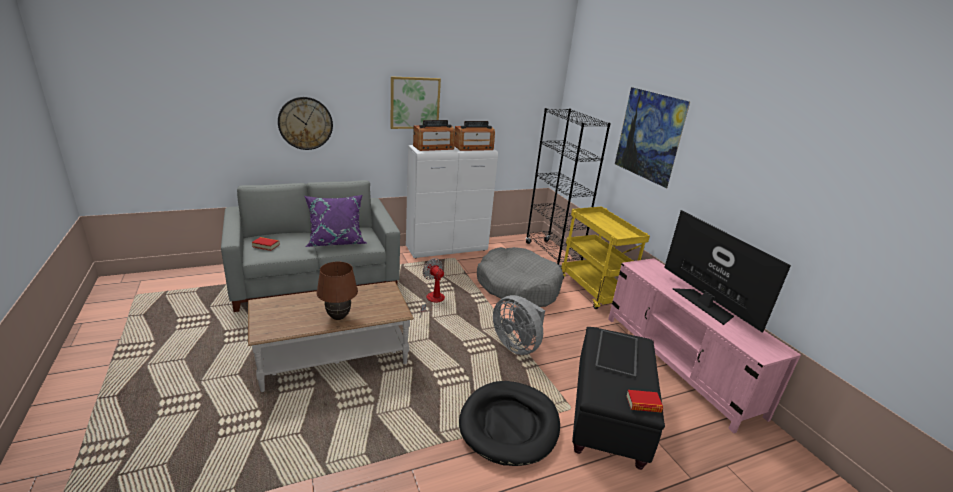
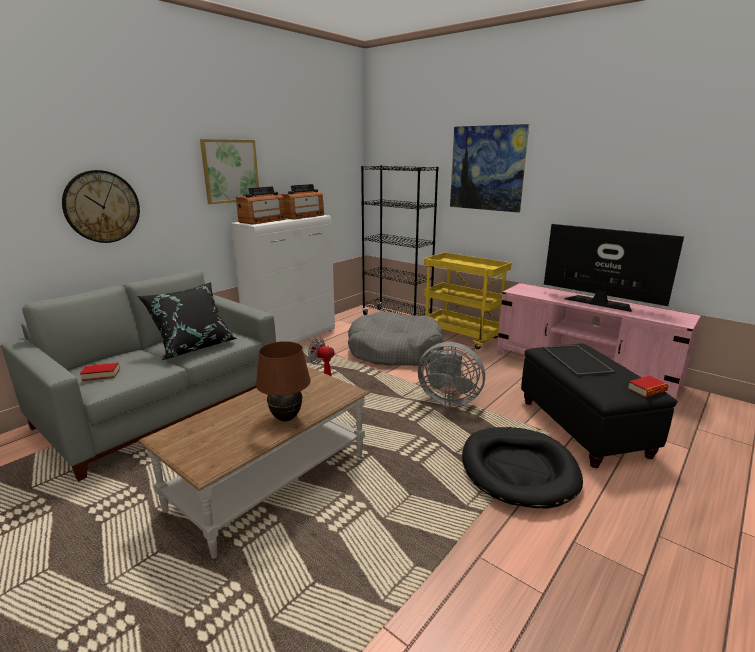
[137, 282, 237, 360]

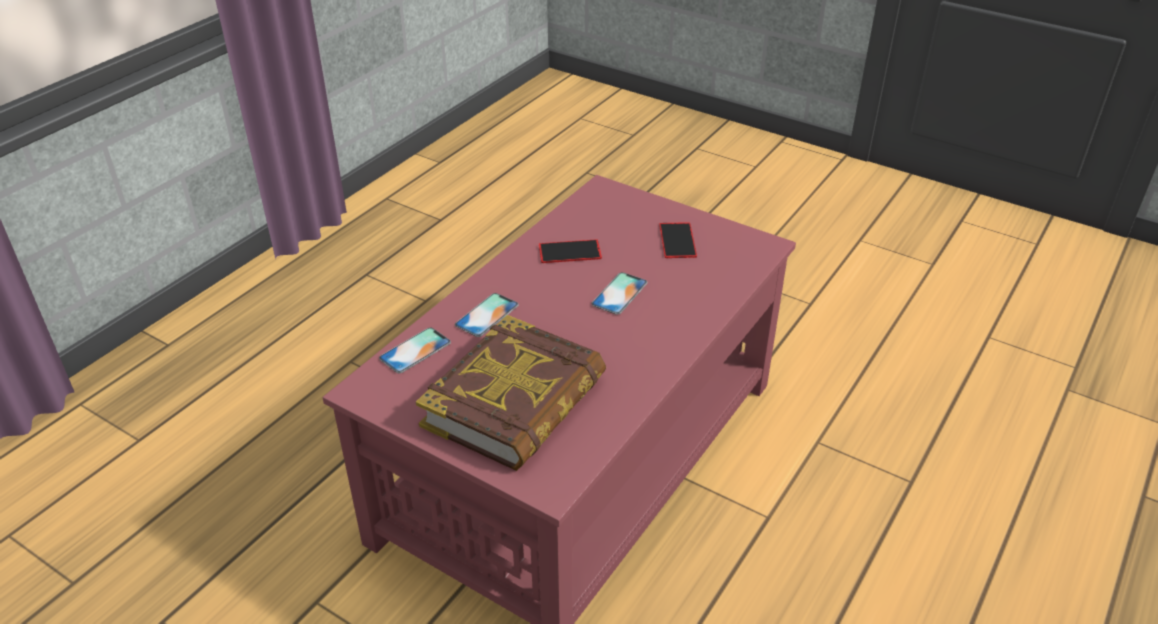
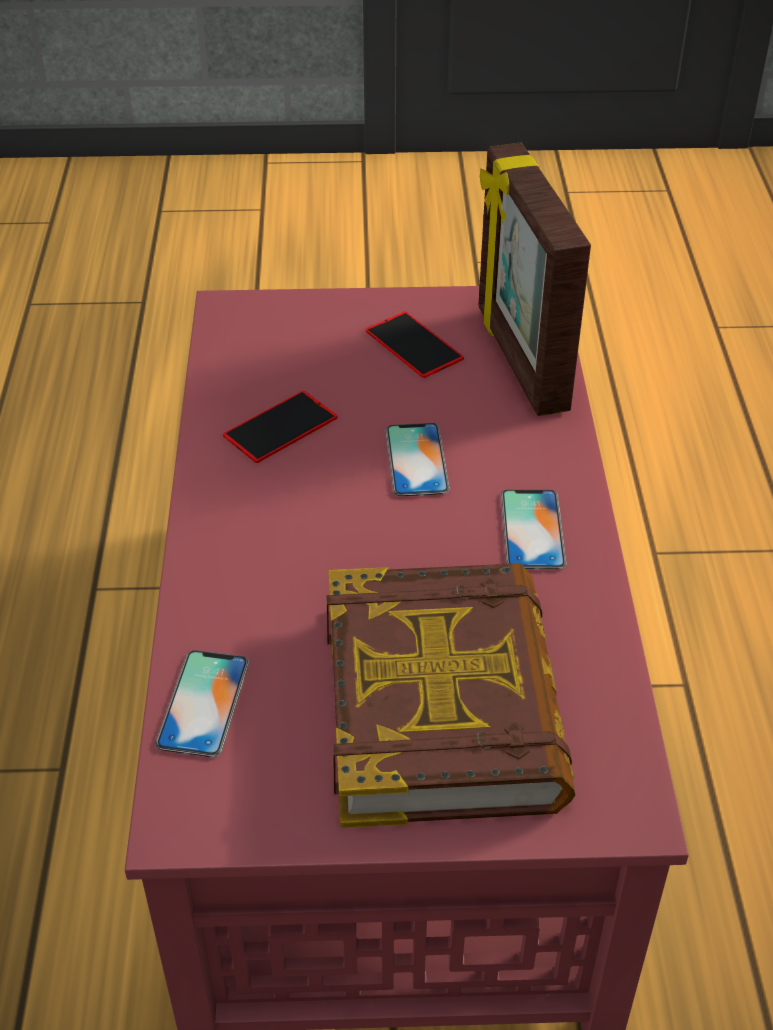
[501, 489, 567, 569]
[478, 142, 591, 416]

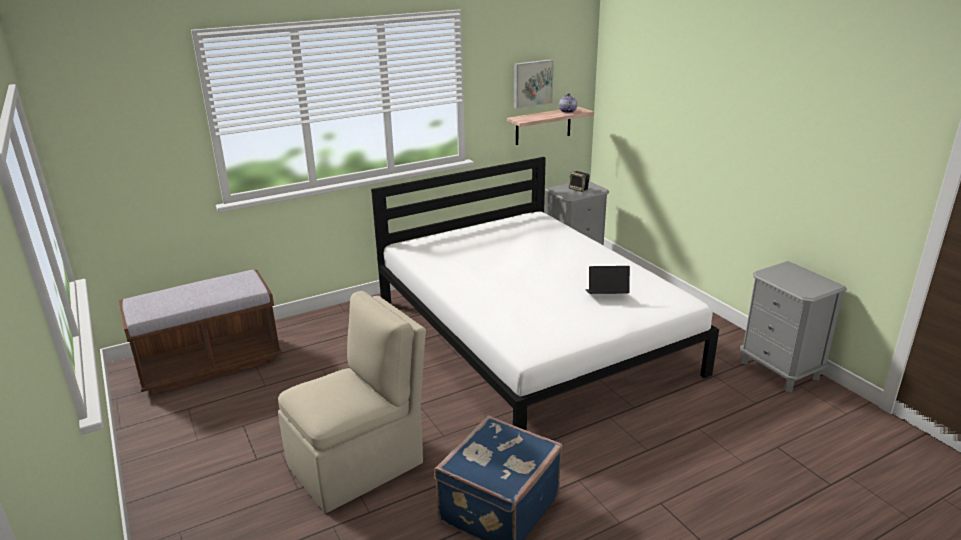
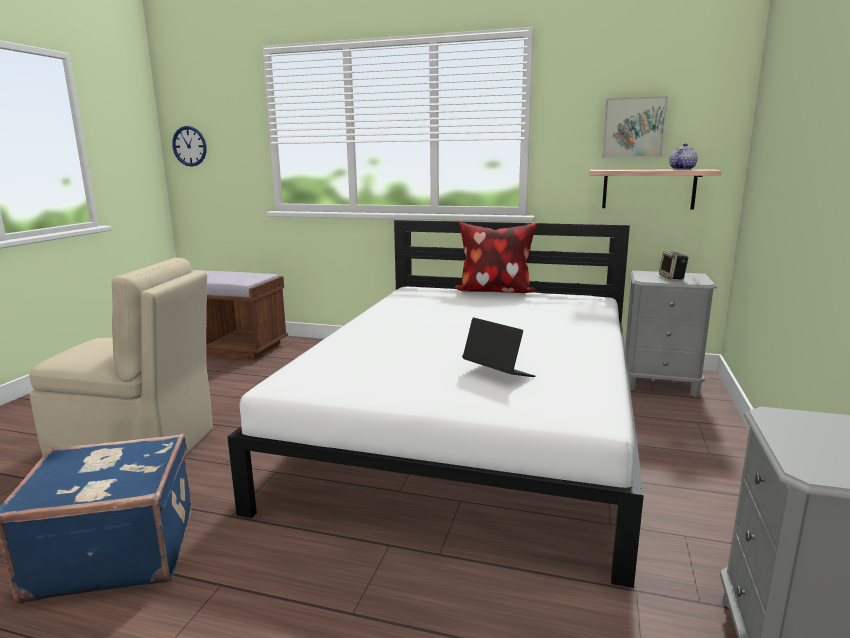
[172, 126, 206, 167]
[454, 222, 537, 293]

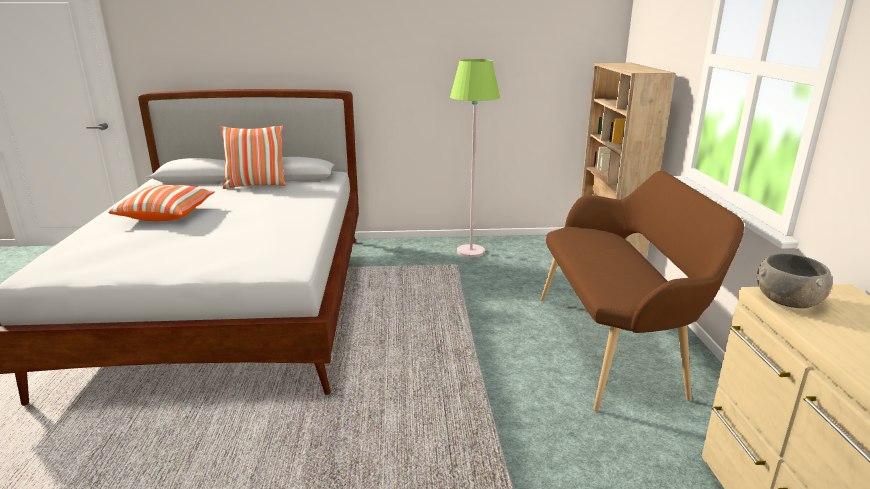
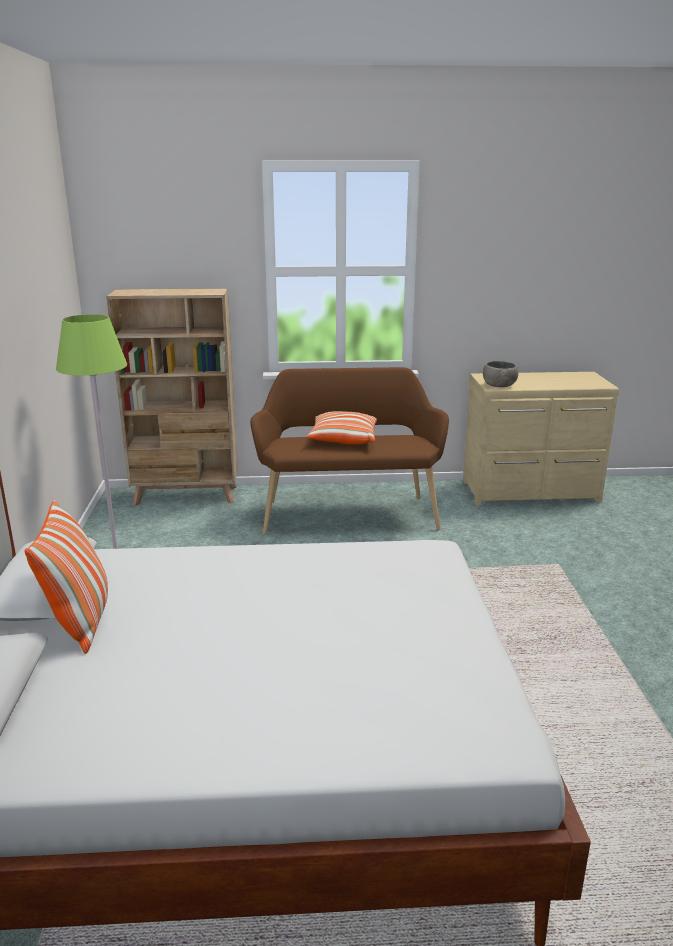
[306, 411, 377, 445]

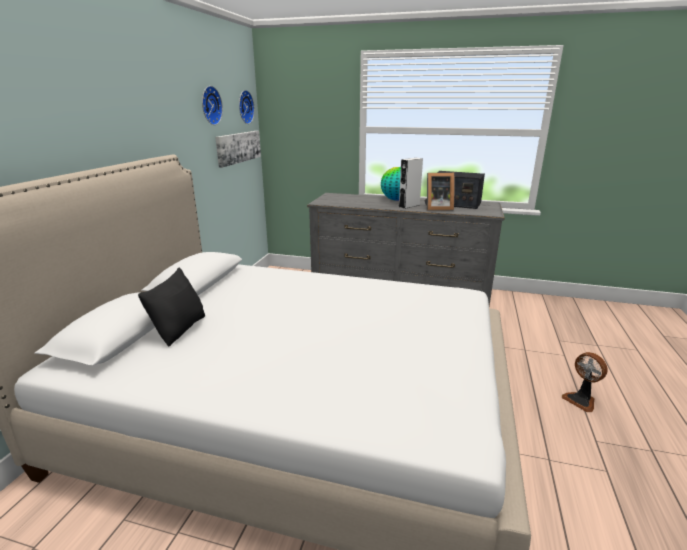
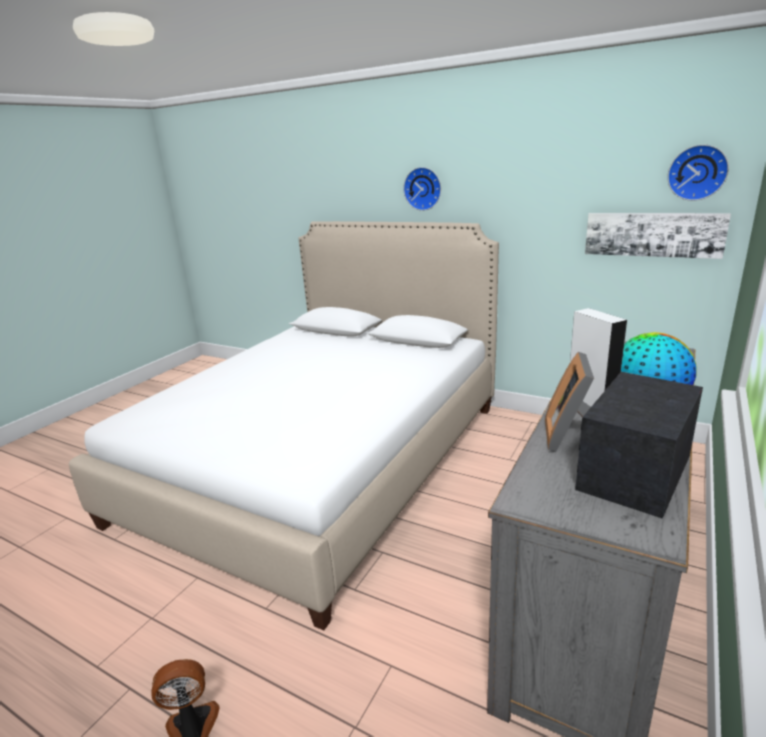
[138, 268, 205, 347] (first image)
[403, 167, 441, 211]

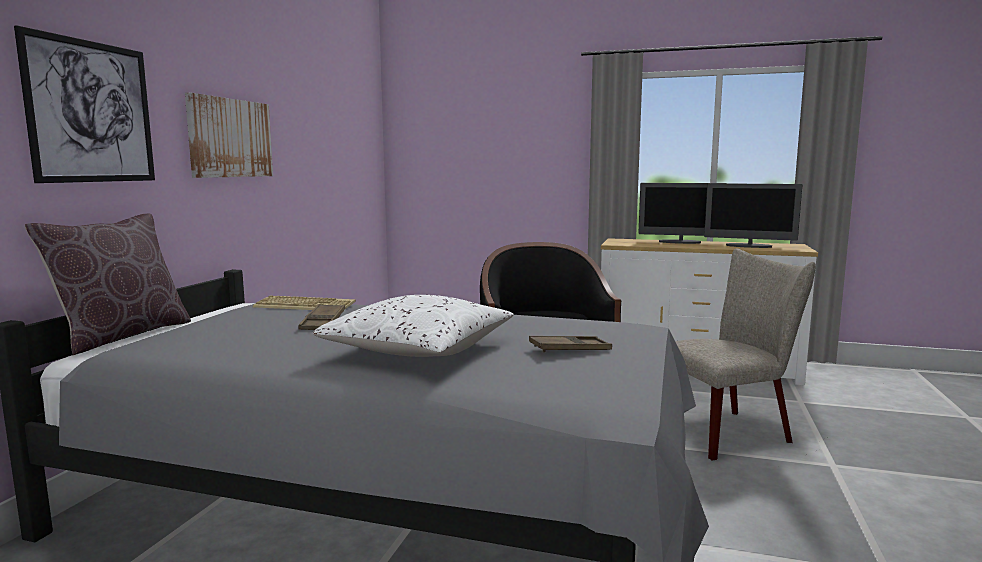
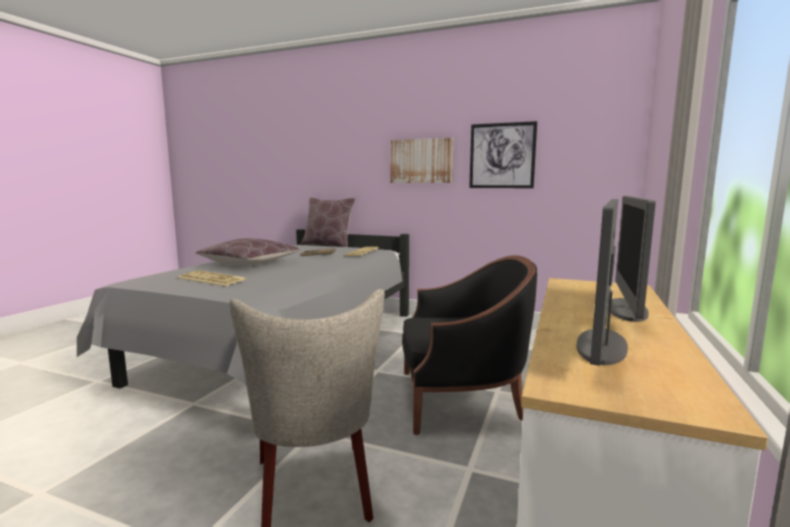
[469, 121, 537, 188]
[195, 238, 300, 266]
[178, 270, 247, 286]

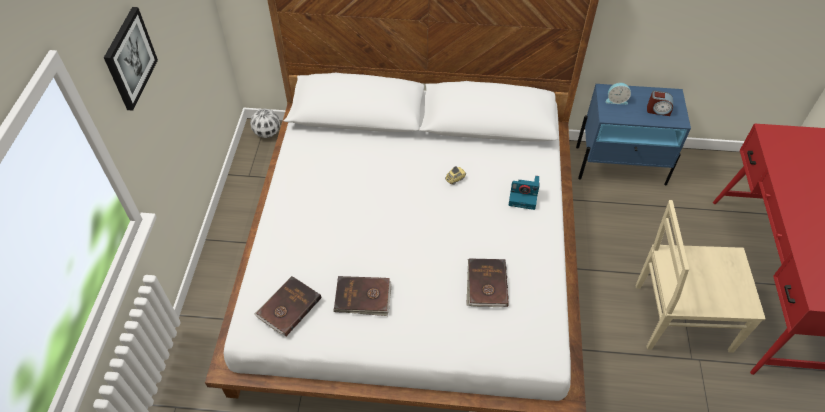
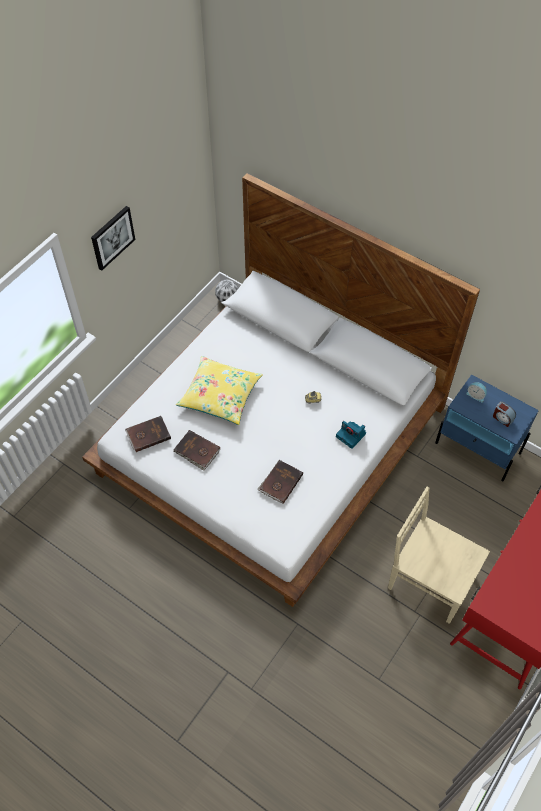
[176, 356, 263, 425]

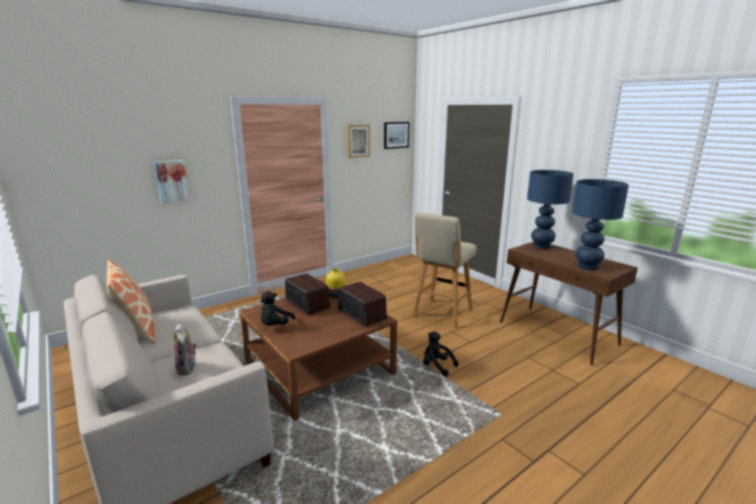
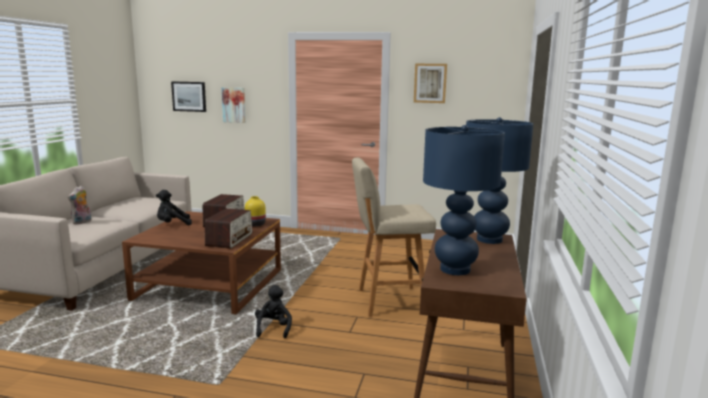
[107, 260, 155, 344] (first image)
[171, 81, 206, 112]

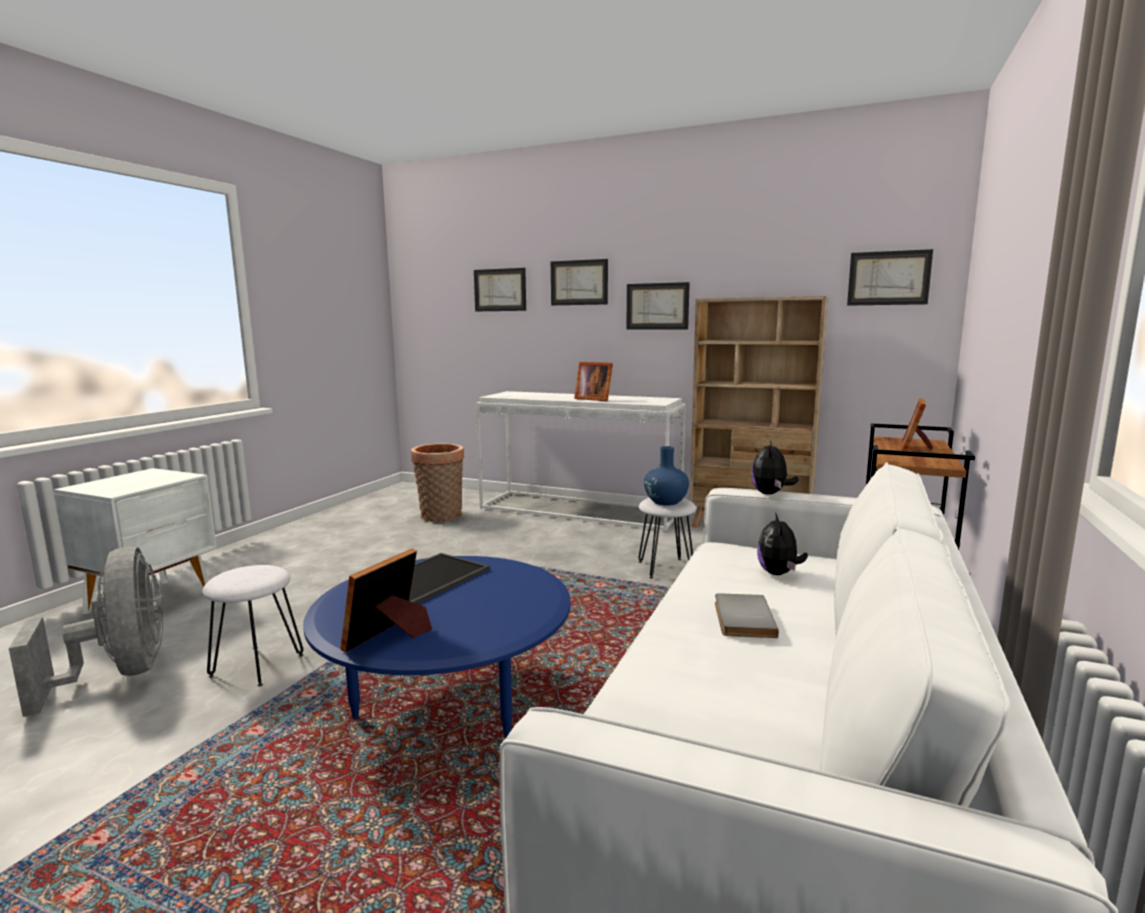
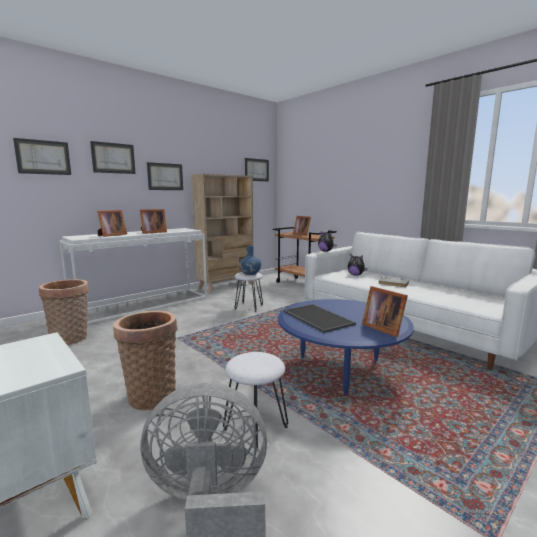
[97, 210, 127, 237]
[113, 310, 178, 411]

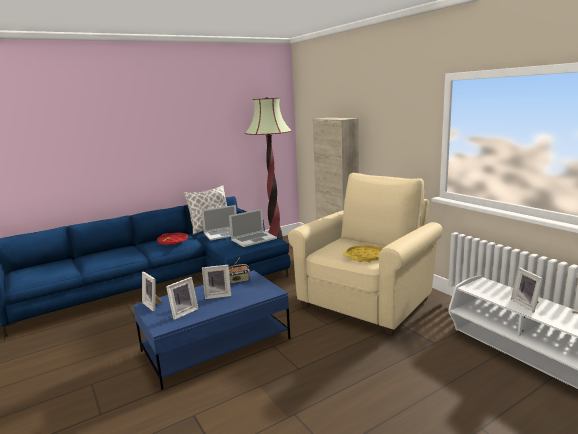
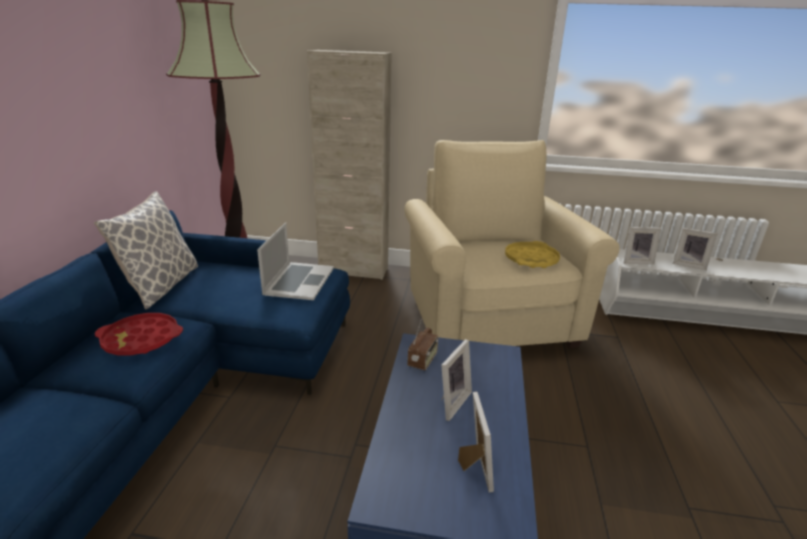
[624, 227, 661, 265]
[201, 205, 237, 240] (first image)

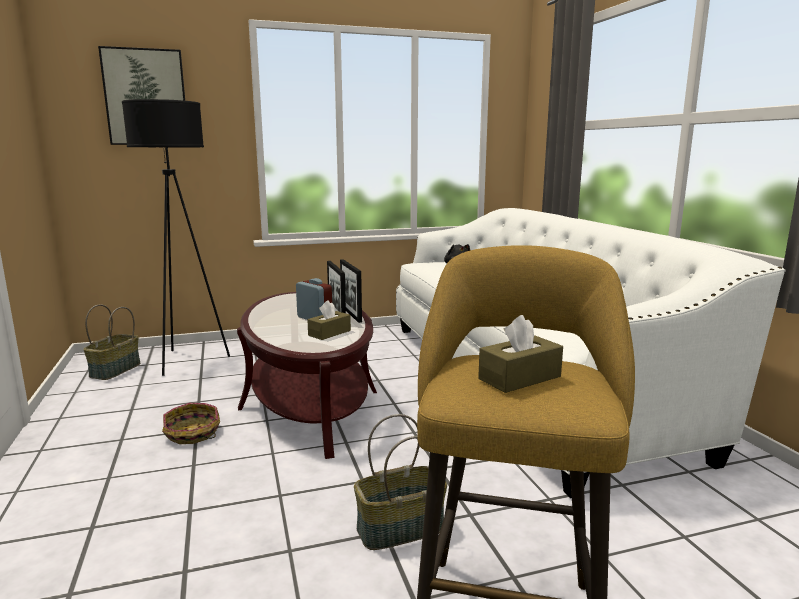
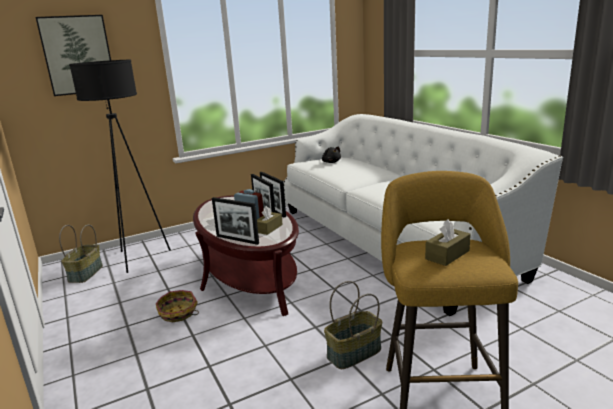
[212, 197, 259, 245]

